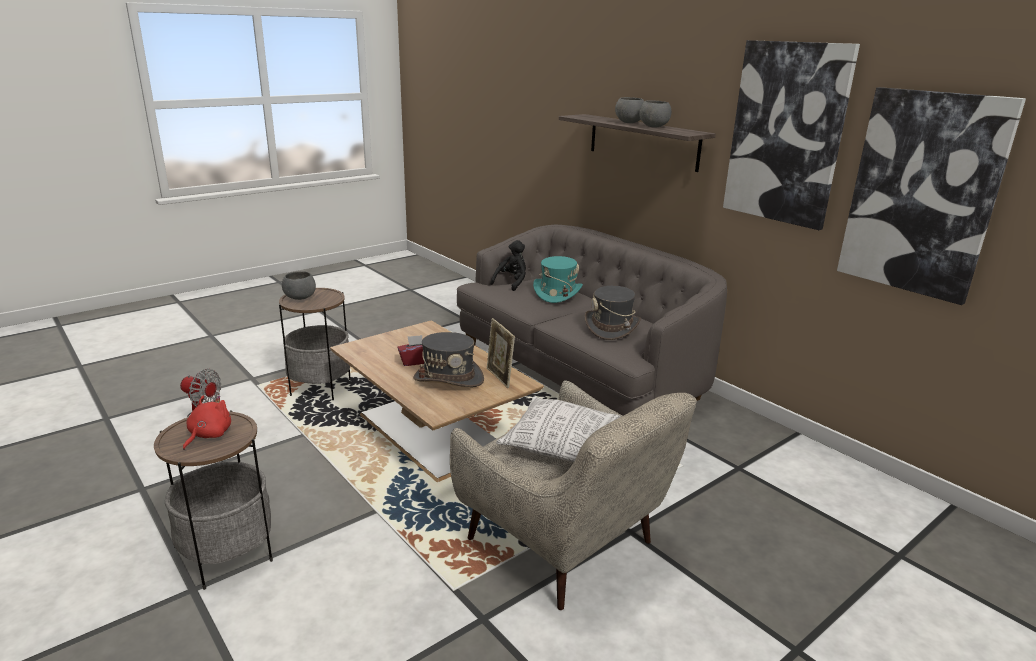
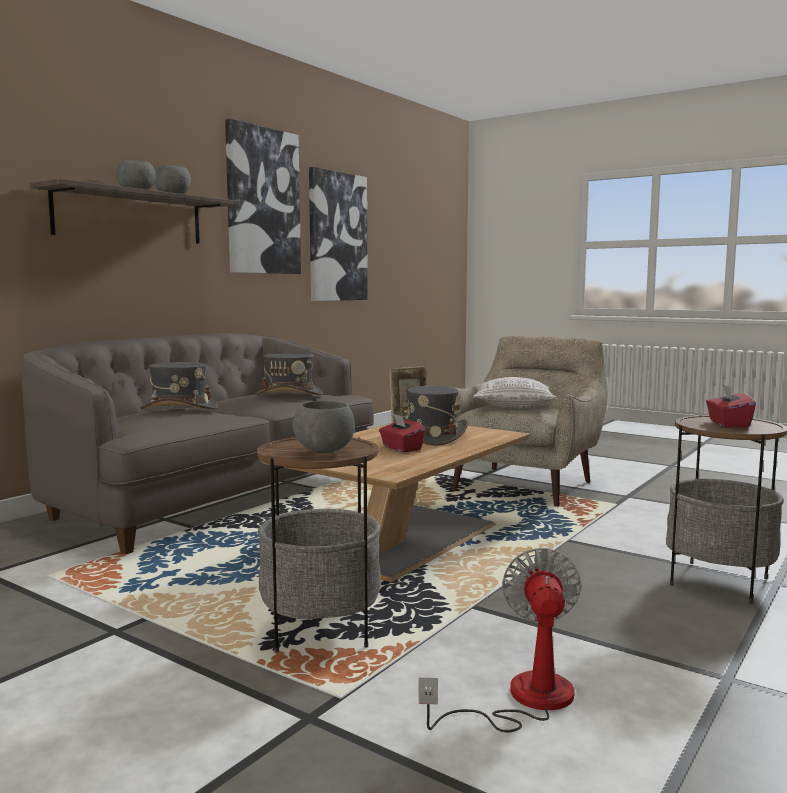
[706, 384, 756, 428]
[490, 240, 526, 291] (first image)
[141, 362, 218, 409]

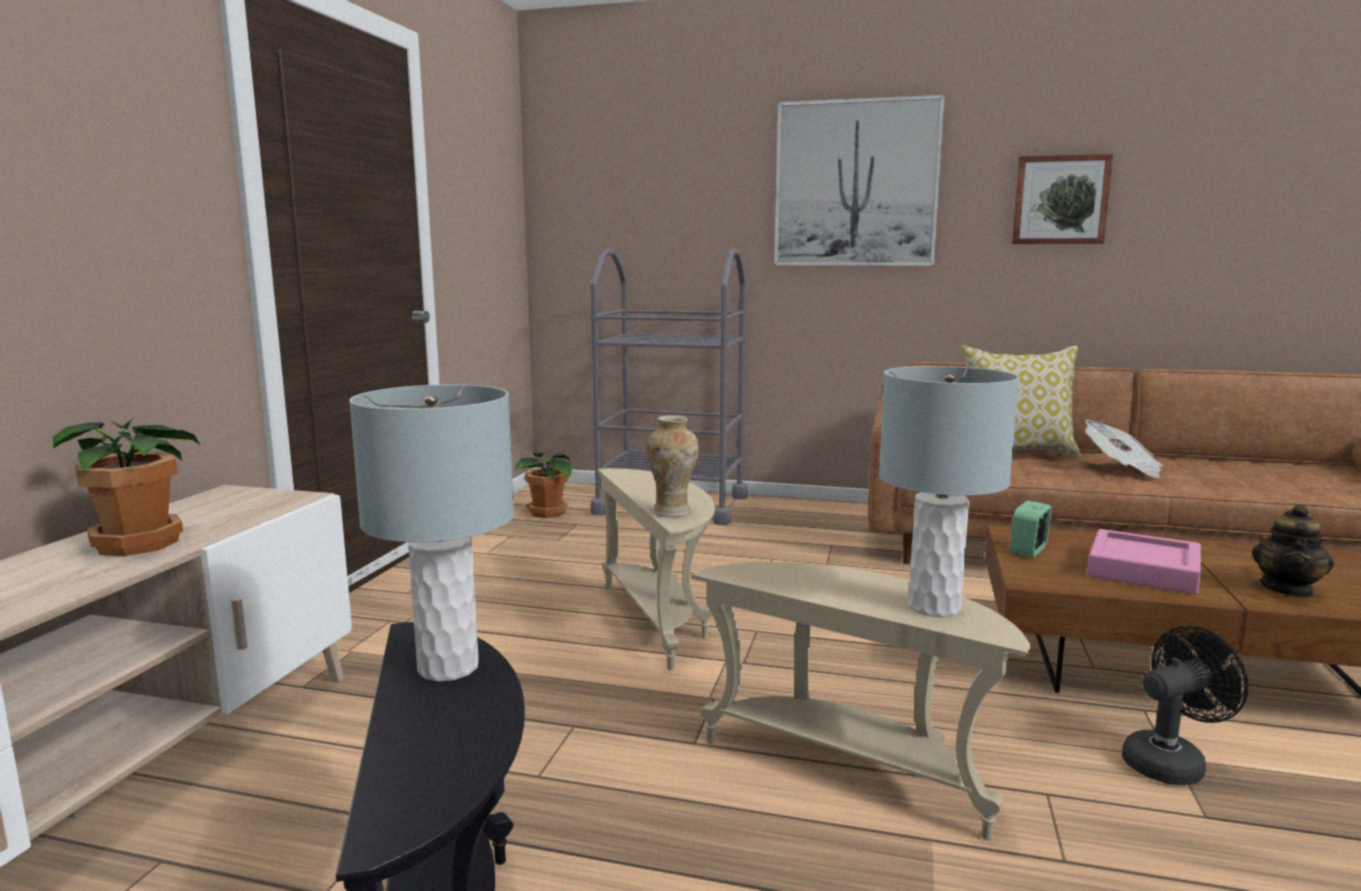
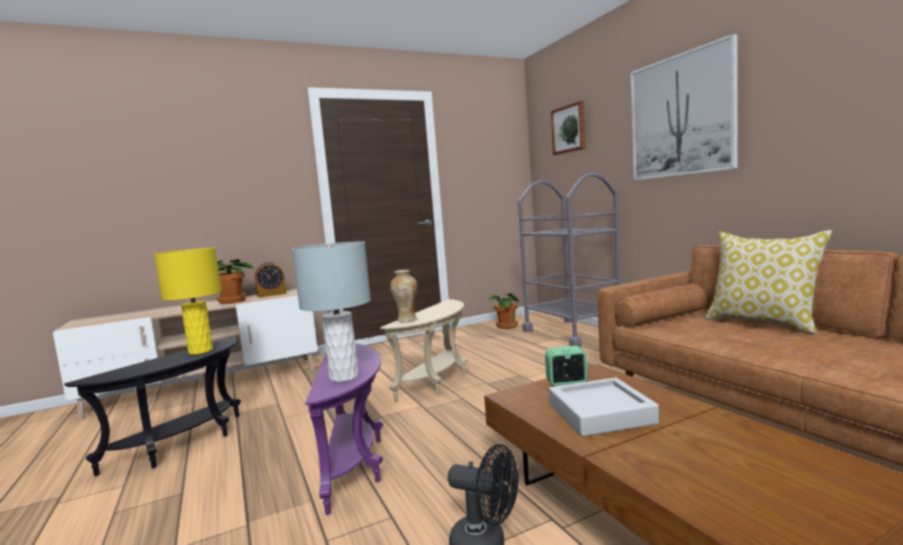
[154, 248, 222, 355]
[305, 343, 383, 515]
[551, 101, 586, 155]
[1085, 420, 1163, 478] (first image)
[549, 377, 659, 437]
[1252, 504, 1334, 598] (first image)
[255, 262, 287, 298]

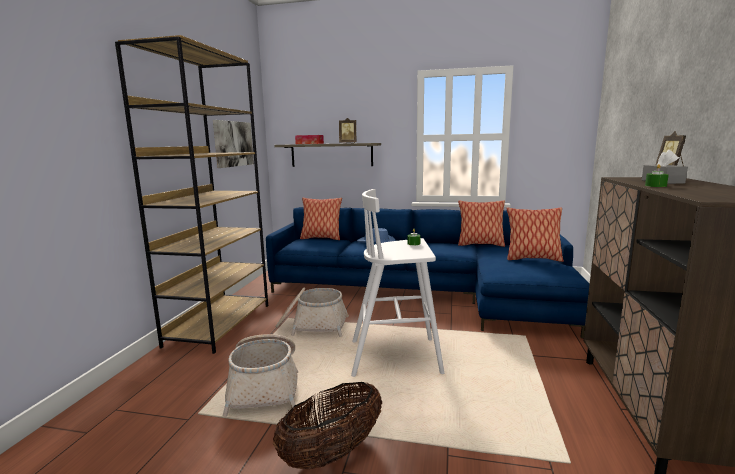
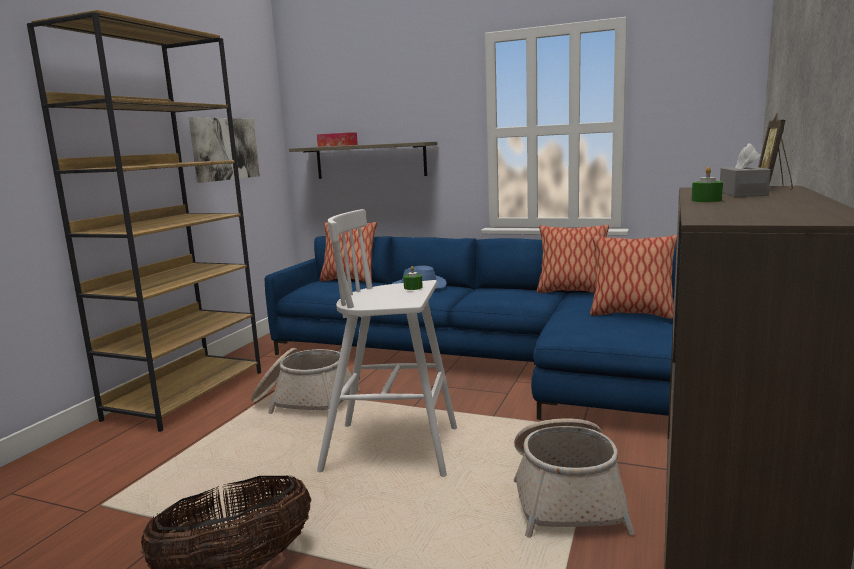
[514, 418, 635, 538]
[339, 118, 356, 143] (first image)

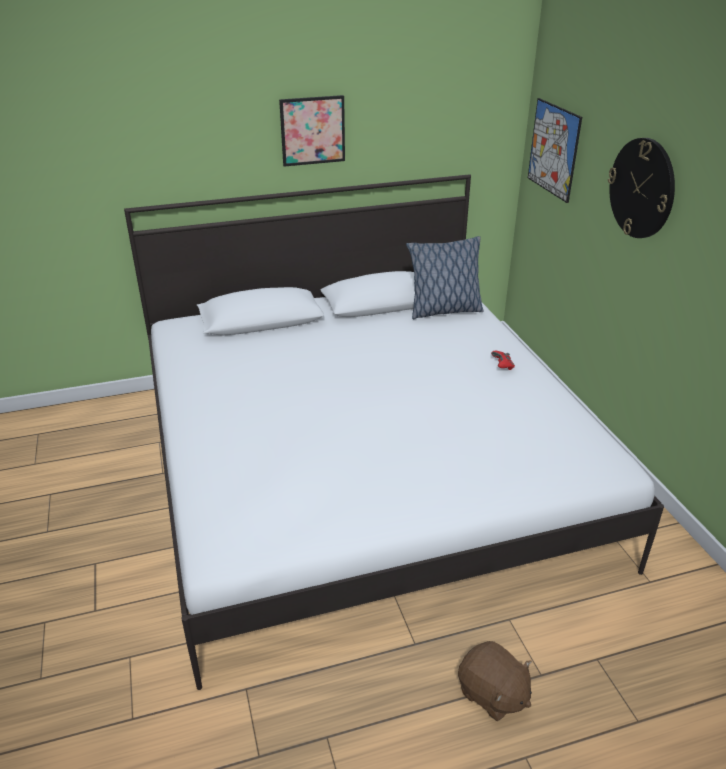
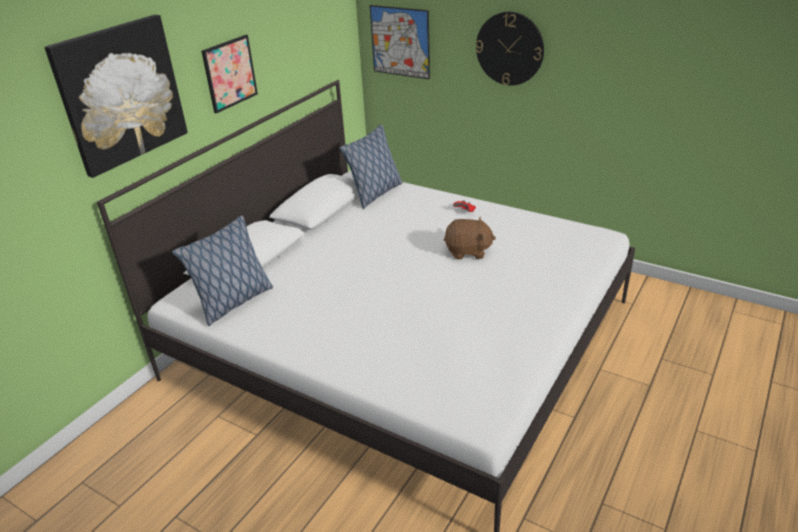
[444, 217, 496, 259]
[45, 15, 188, 178]
[172, 215, 273, 326]

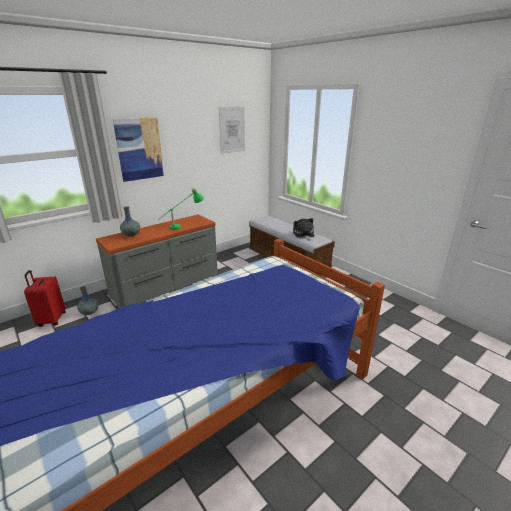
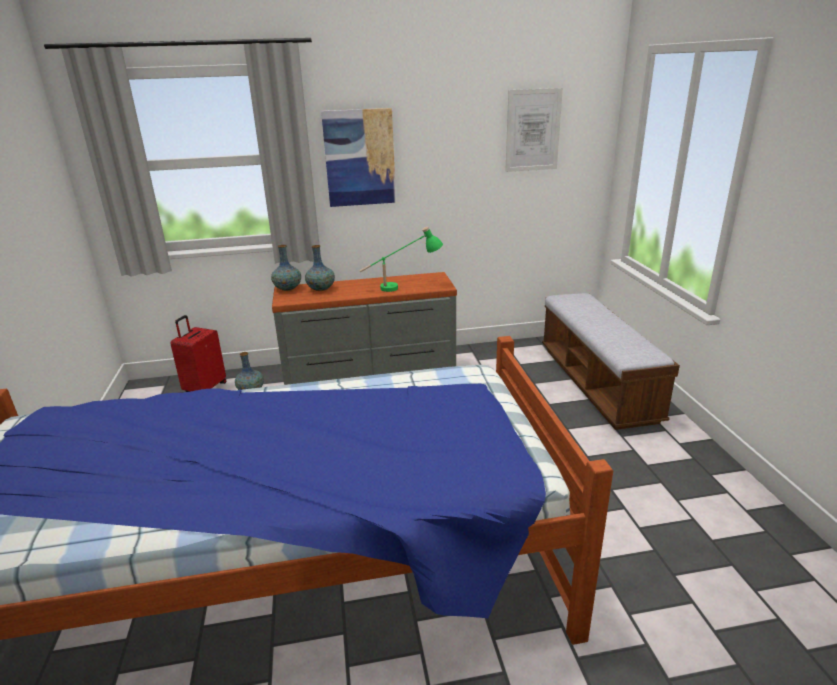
[293, 218, 315, 241] (first image)
[271, 245, 301, 291]

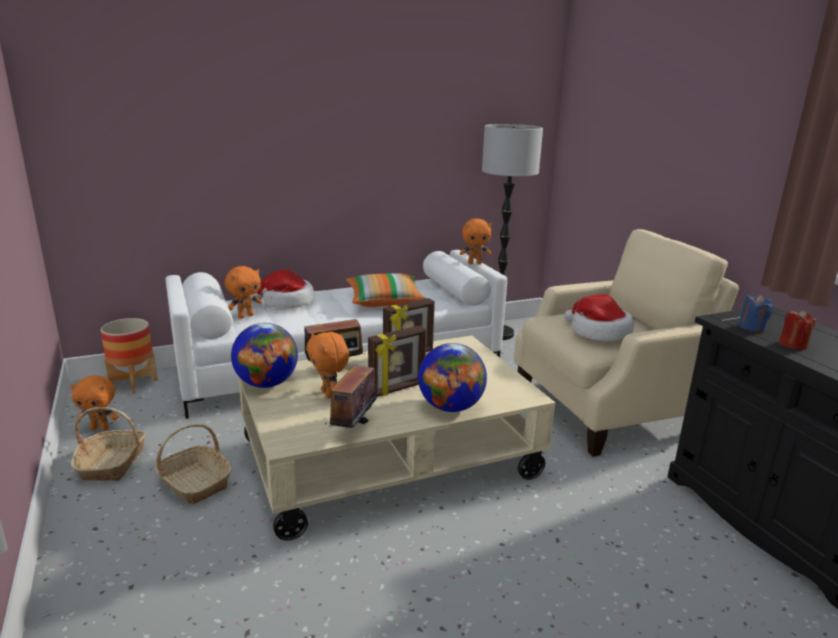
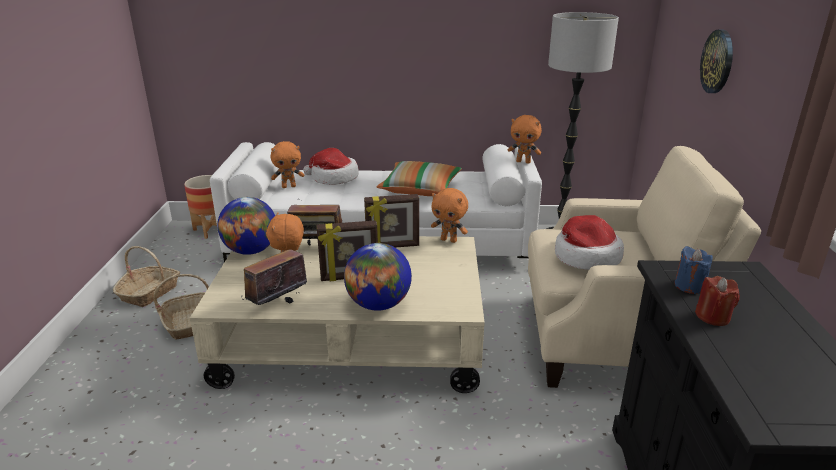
[431, 188, 468, 243]
[700, 30, 733, 93]

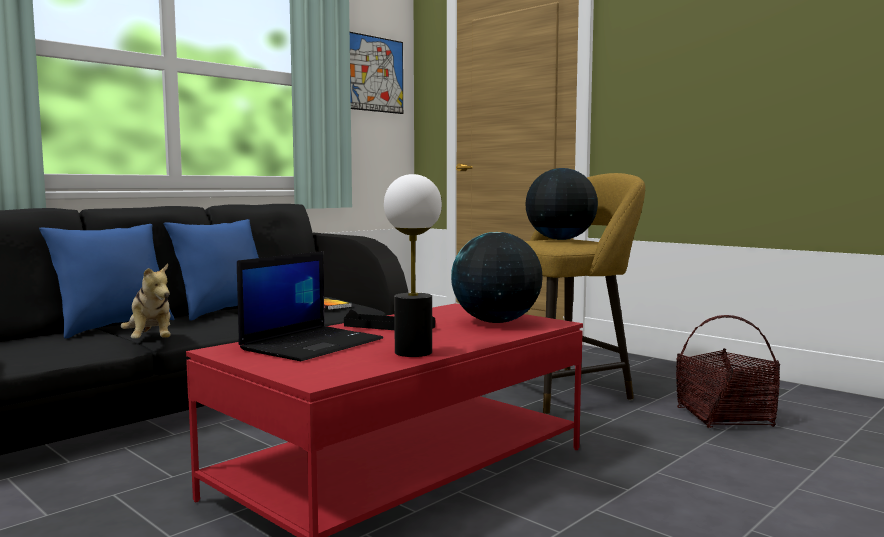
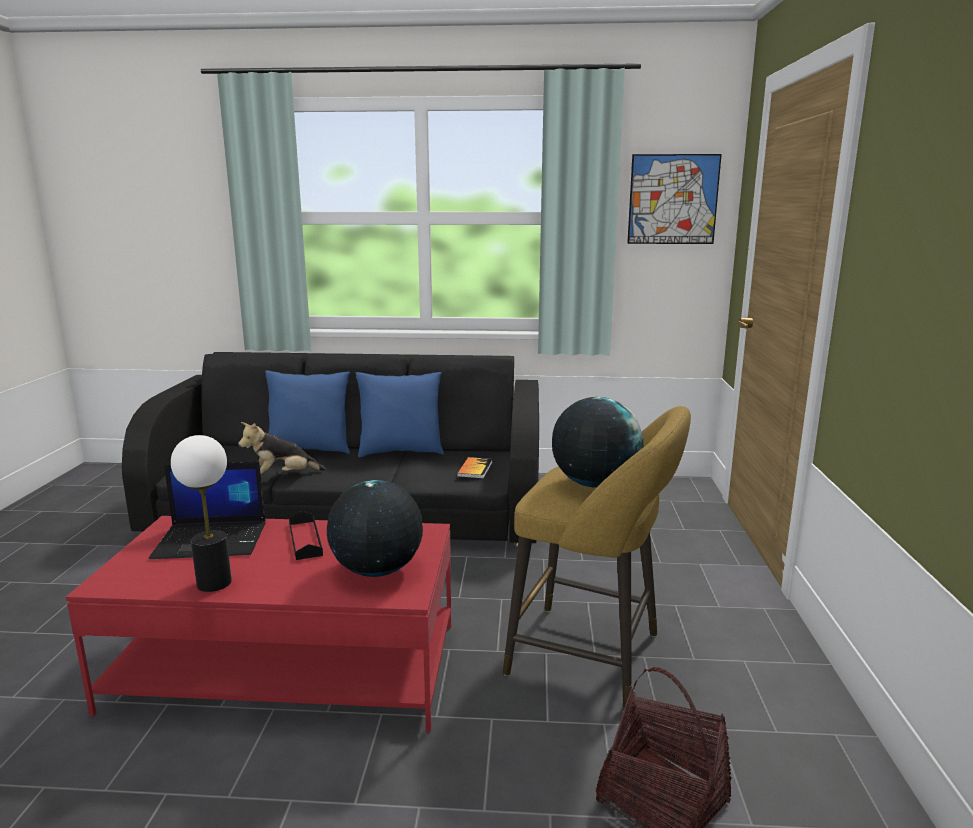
[238, 422, 326, 474]

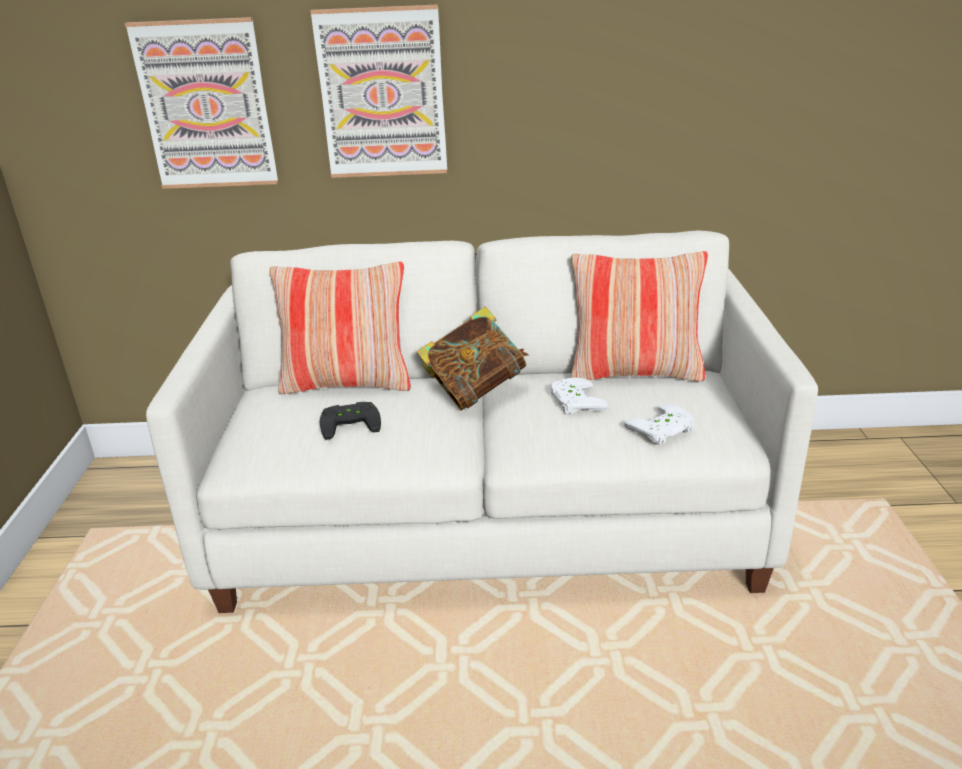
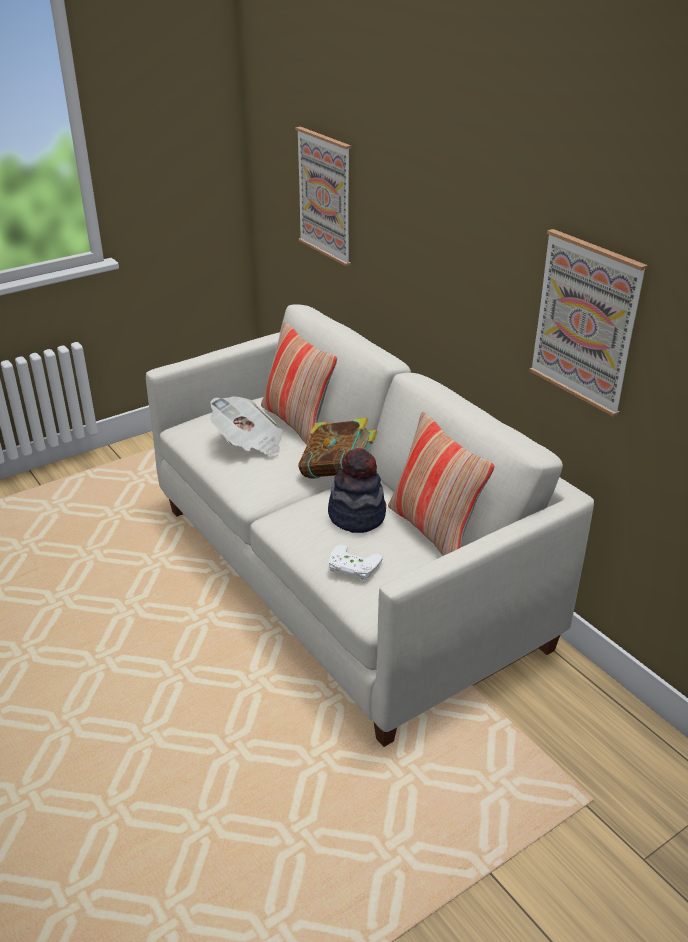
[529, 229, 648, 417]
[210, 396, 283, 457]
[328, 448, 386, 533]

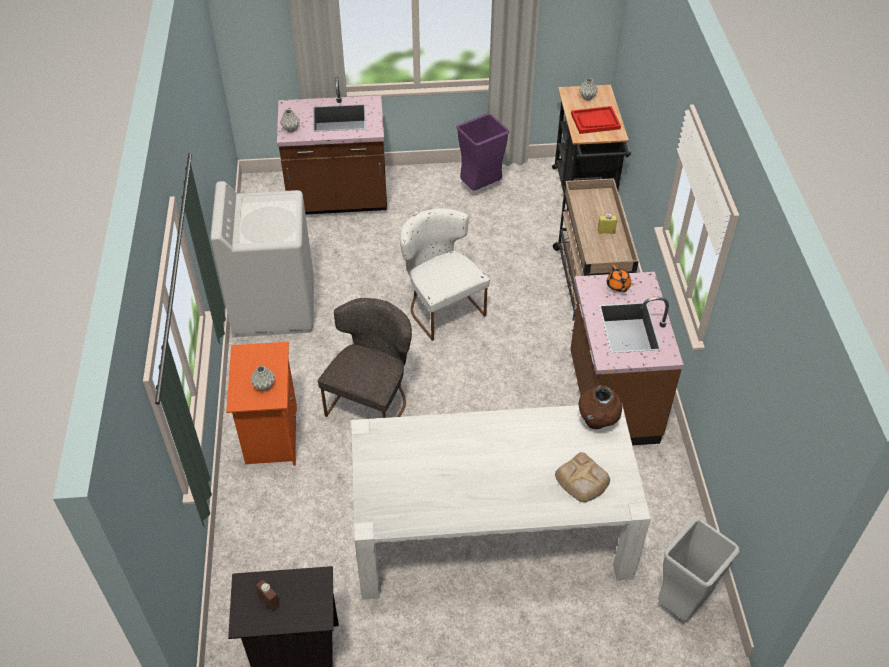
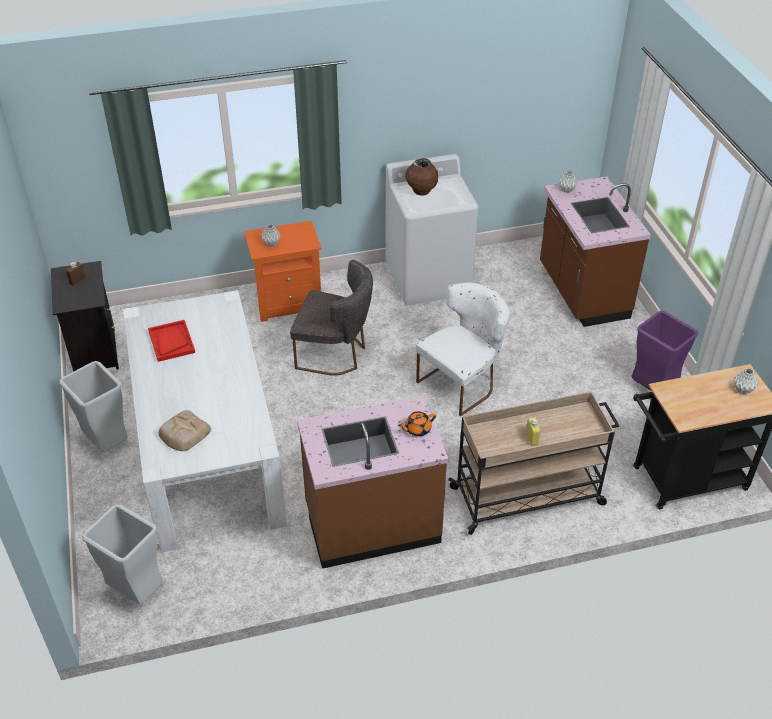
[148, 320, 195, 362]
[405, 158, 438, 196]
[59, 361, 127, 452]

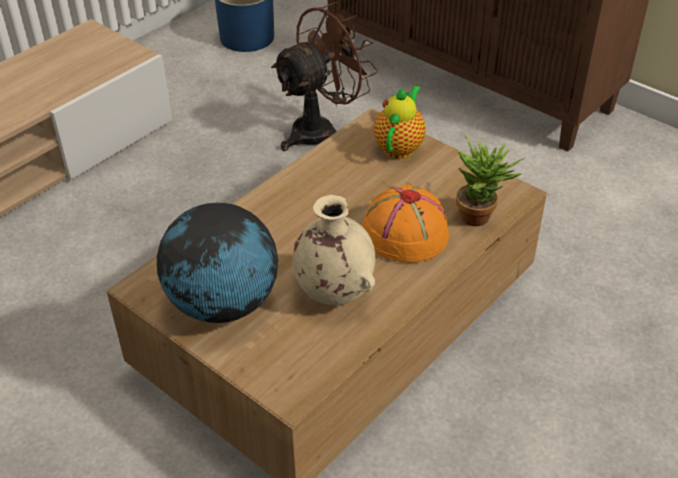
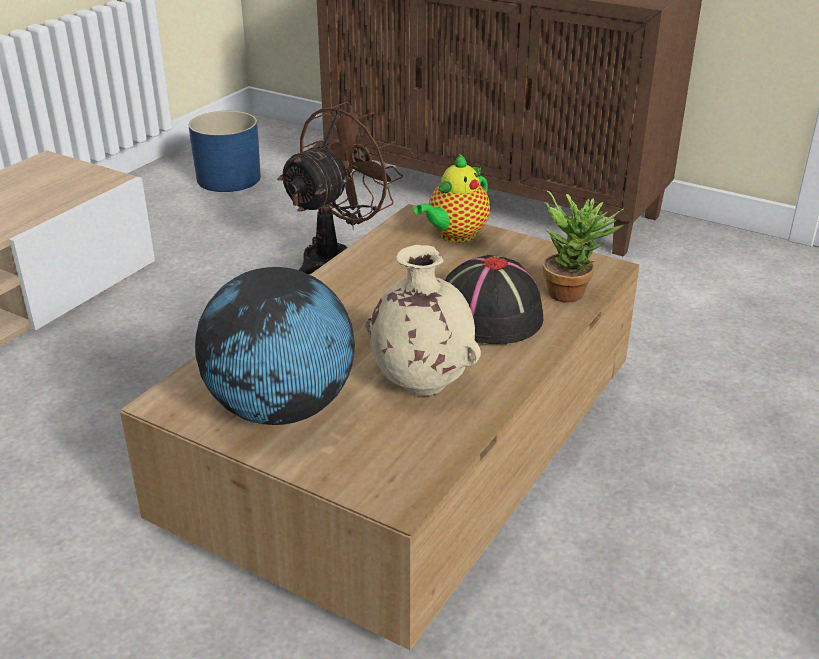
[445, 255, 543, 344]
[414, 154, 490, 243]

